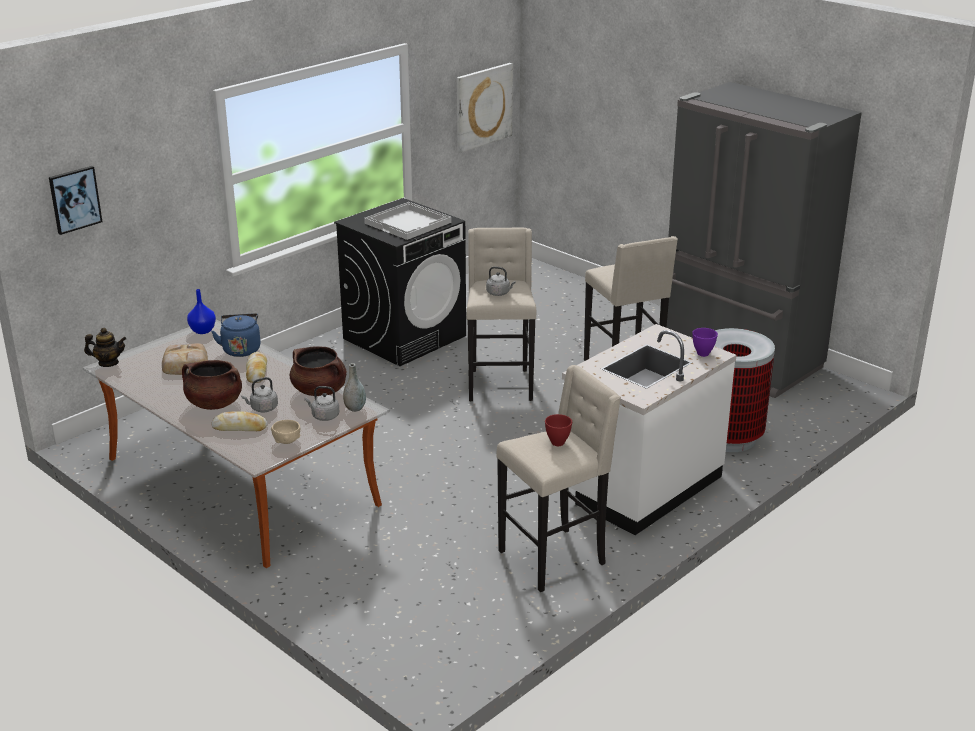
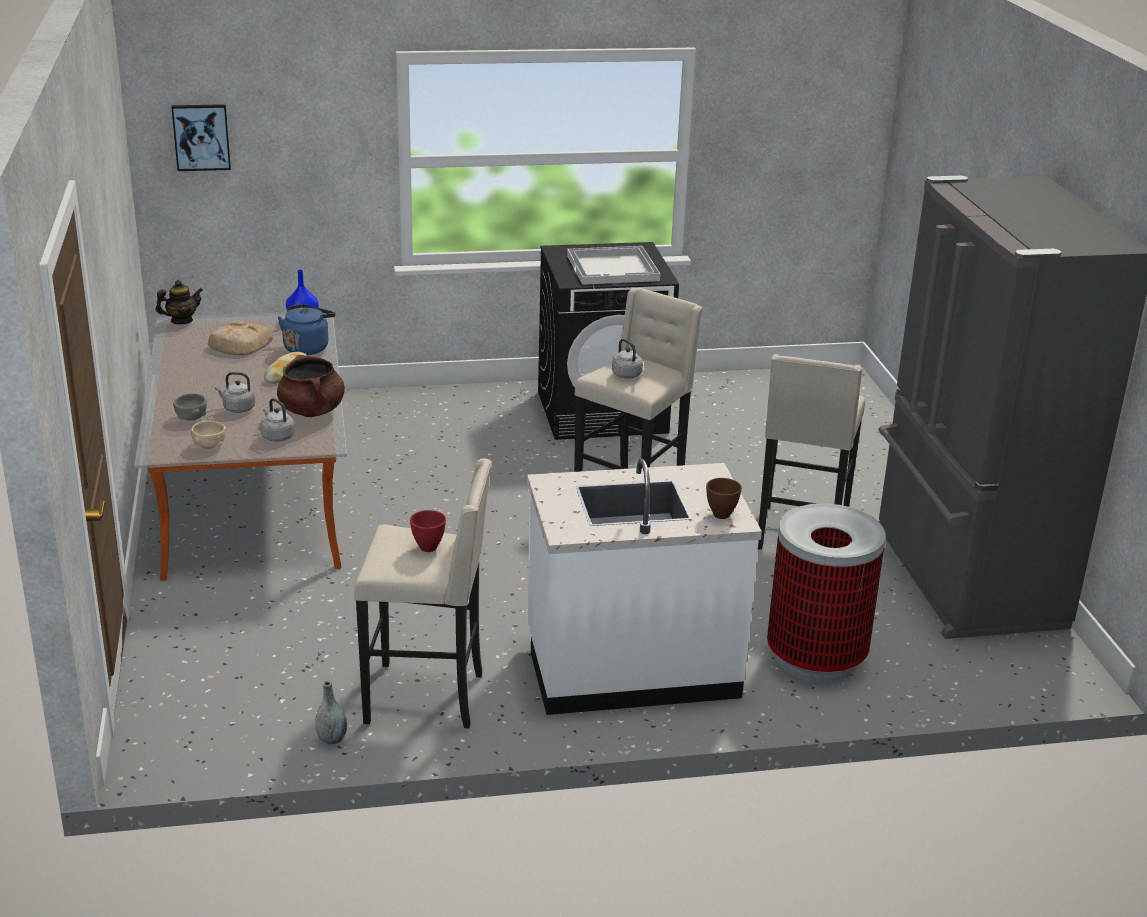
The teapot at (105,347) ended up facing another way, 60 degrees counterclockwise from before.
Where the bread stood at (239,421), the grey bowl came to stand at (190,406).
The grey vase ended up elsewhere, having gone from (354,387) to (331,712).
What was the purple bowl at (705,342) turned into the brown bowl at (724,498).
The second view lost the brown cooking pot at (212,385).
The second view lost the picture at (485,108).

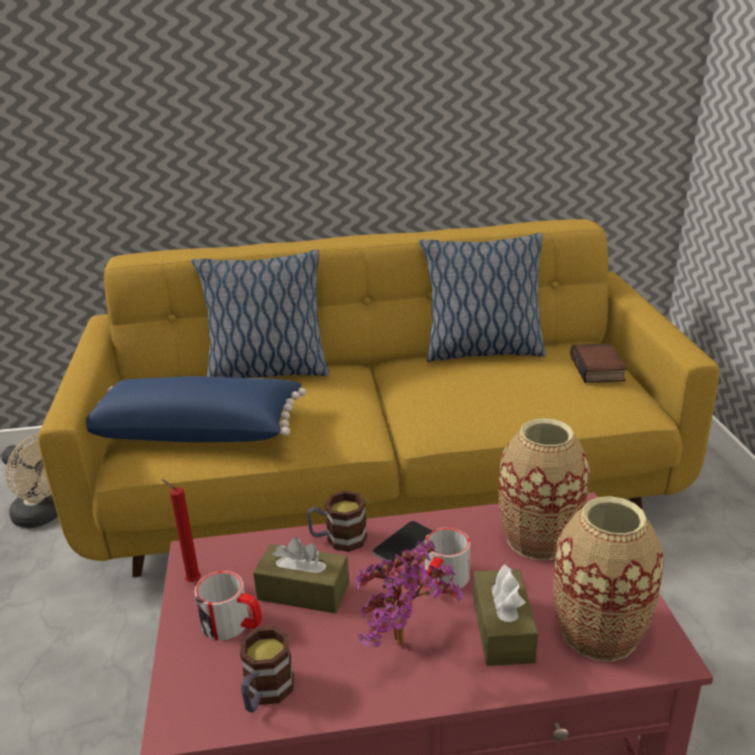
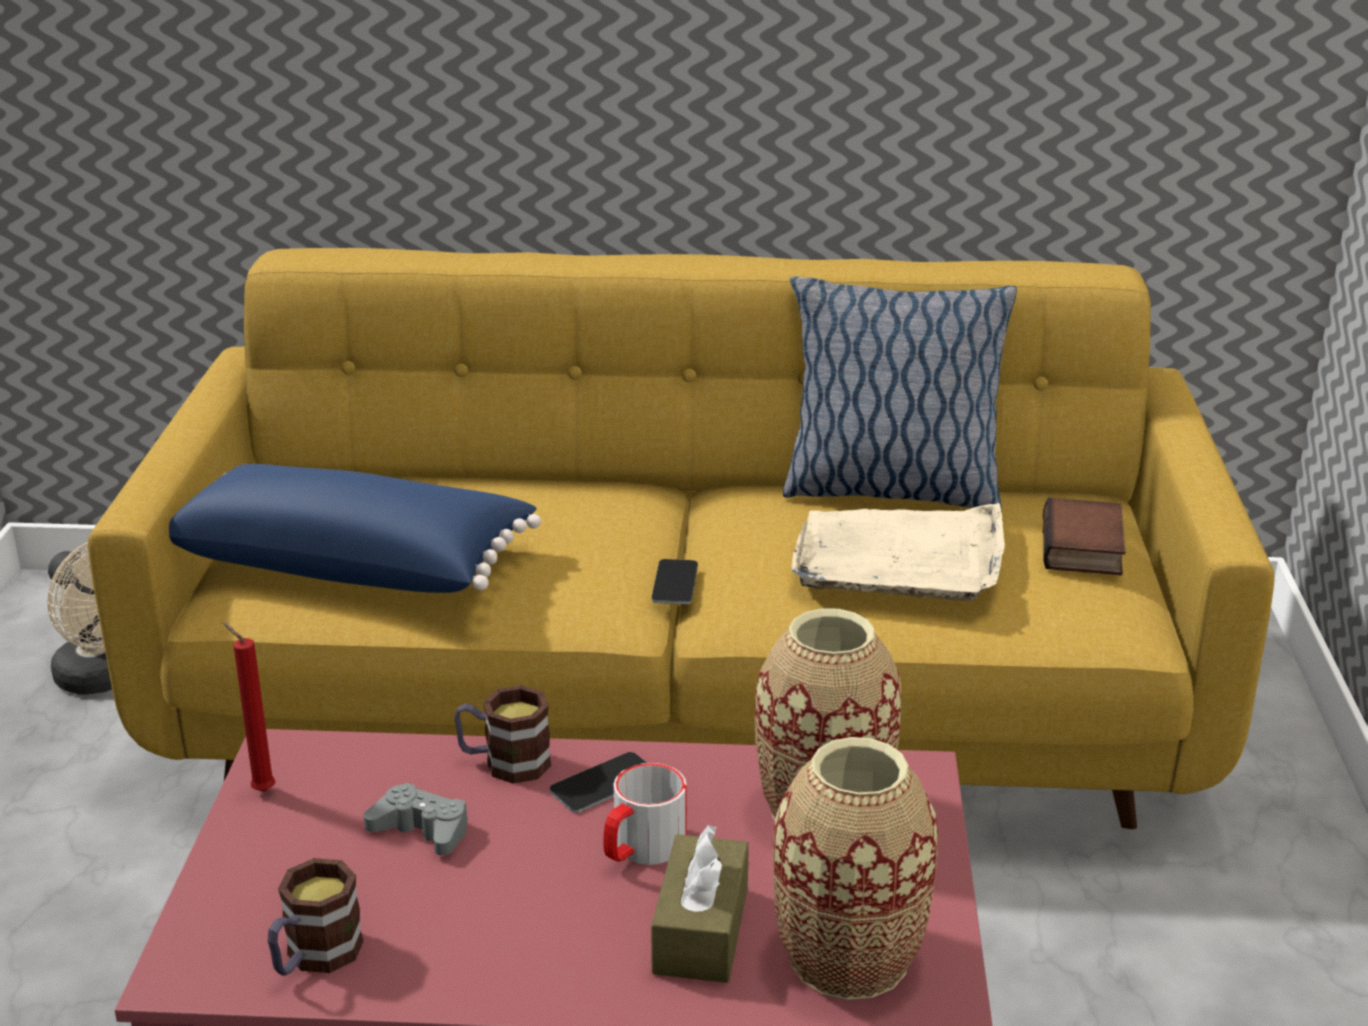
Where the brown tissue box stood at (301,575), the grey game controller came to stand at (416,819).
The second view gained the phone at (674,581).
The second view gained the beige tray at (898,552).
The second view lost the pillow at (260,314).
The second view lost the mug at (228,605).
The second view lost the potted plant at (409,594).

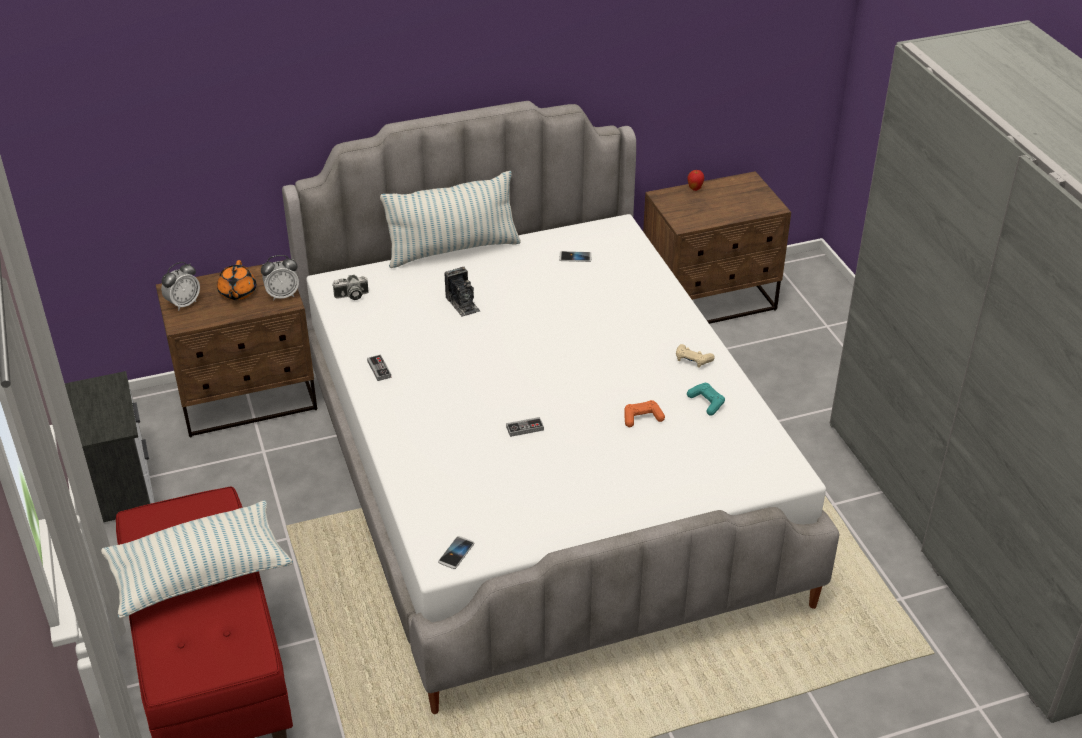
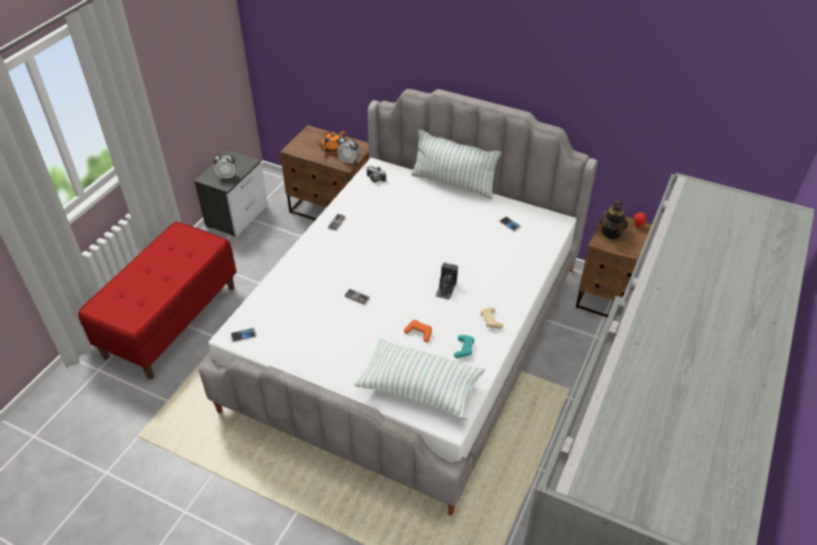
The alarm clock ended up elsewhere, having gone from (180,286) to (225,165).
The pillow ended up elsewhere, having gone from (197,559) to (419,379).
The photo camera ended up elsewhere, having gone from (462,292) to (446,281).
The second view gained the teapot at (613,219).

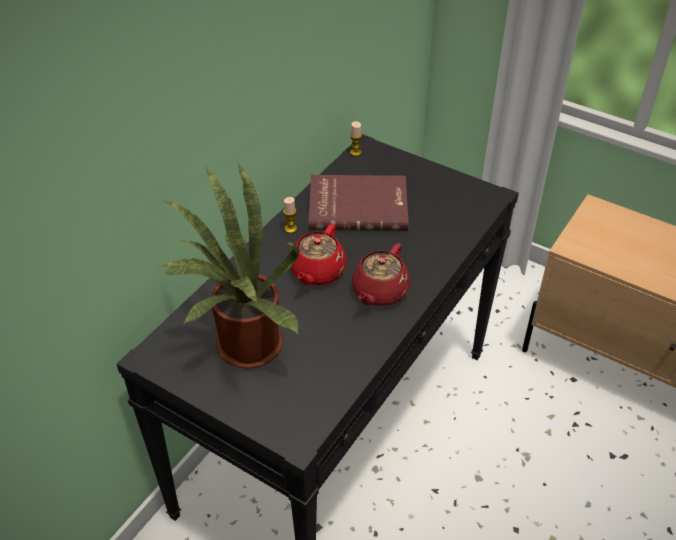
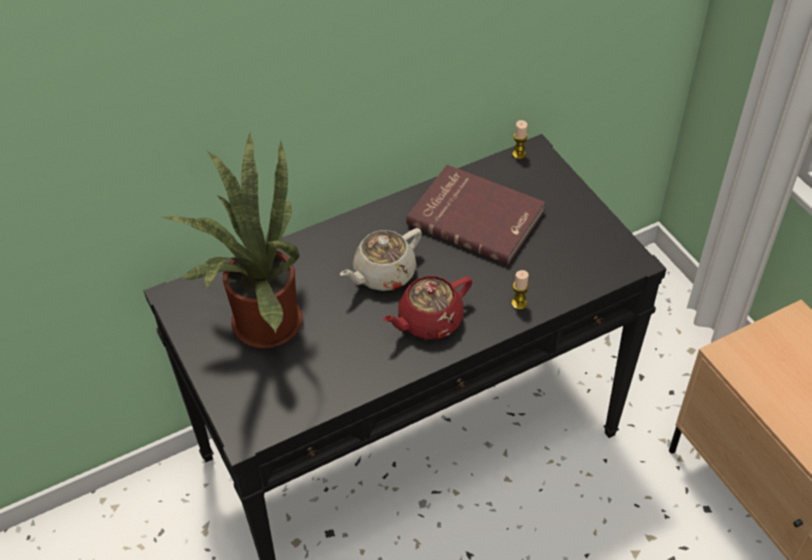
What was the red teapot at (319,254) turned into the beige teapot at (381,259).
The candle ended up elsewhere, having gone from (290,215) to (520,290).

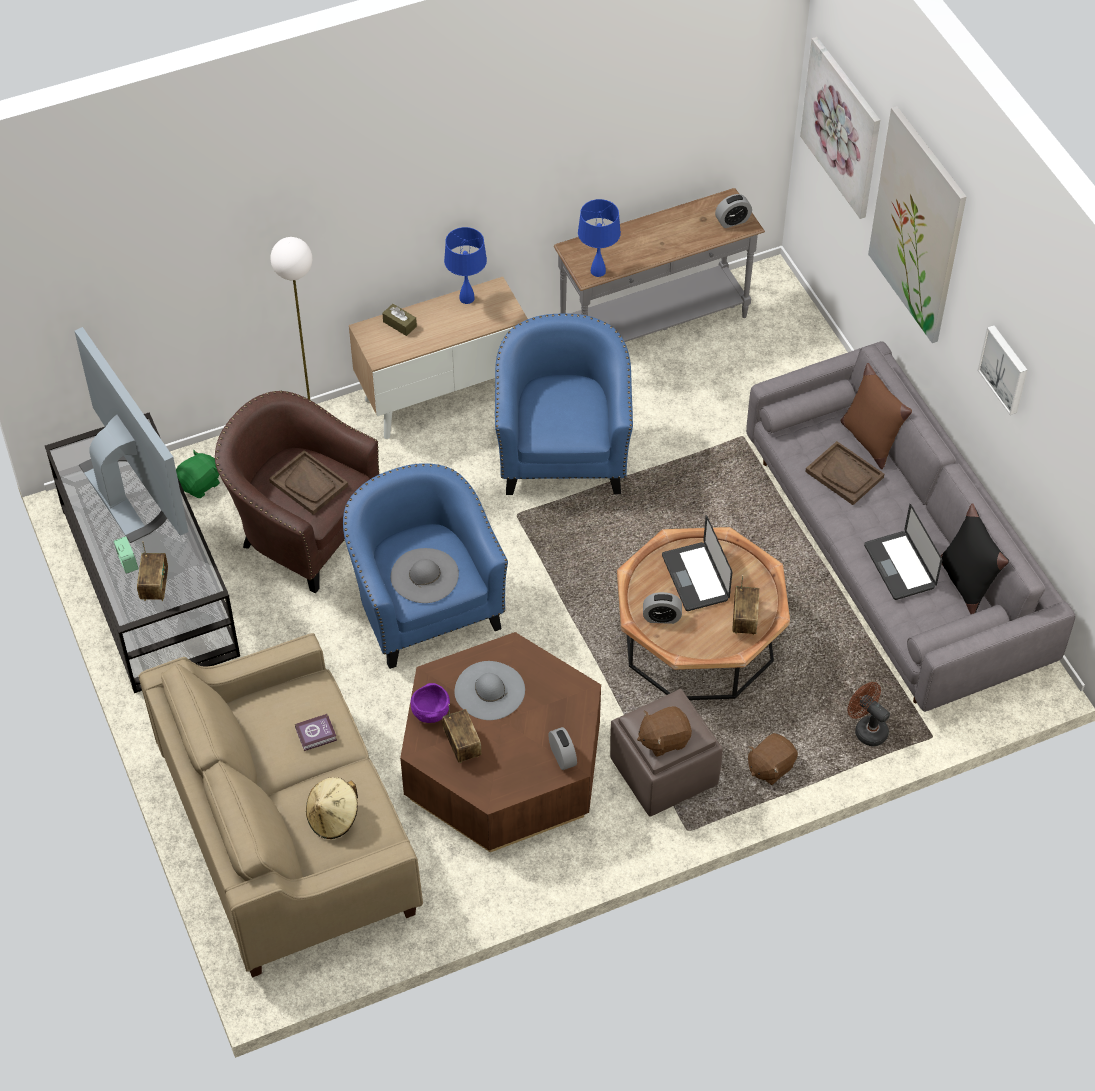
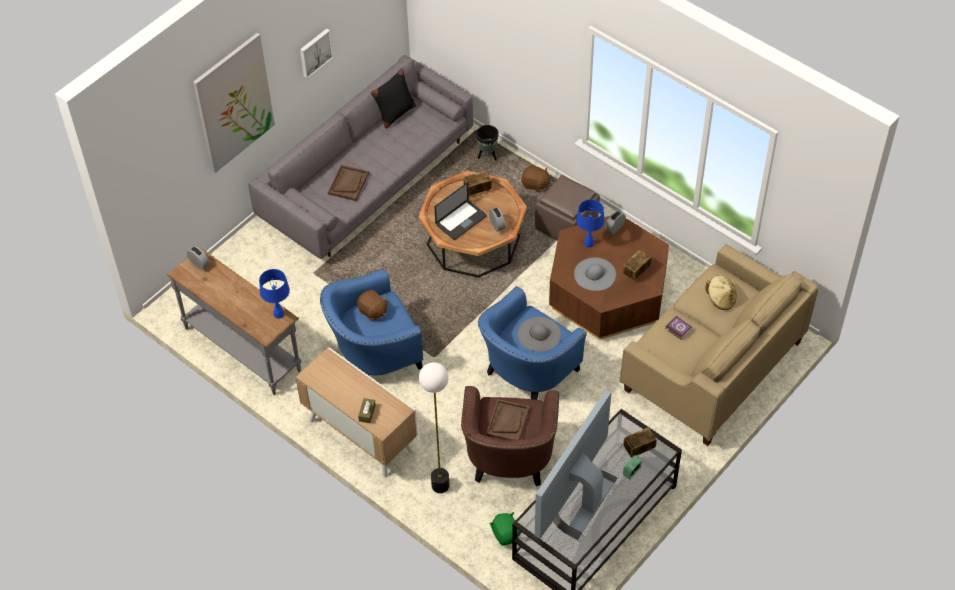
The brown plush toy ended up elsewhere, having gone from (664,731) to (371,306).
Where the brown fan stood at (869,714), the black planter came to stand at (487,143).
The green plush toy at (198,474) ended up facing another way, 45 degrees clockwise from before.
The blue table lamp ended up elsewhere, having gone from (465,265) to (590,223).
The second view lost the purple bowl at (430,703).
The second view lost the picture at (840,128).
The second view lost the brown pillow at (876,416).
The second view lost the laptop at (903,552).

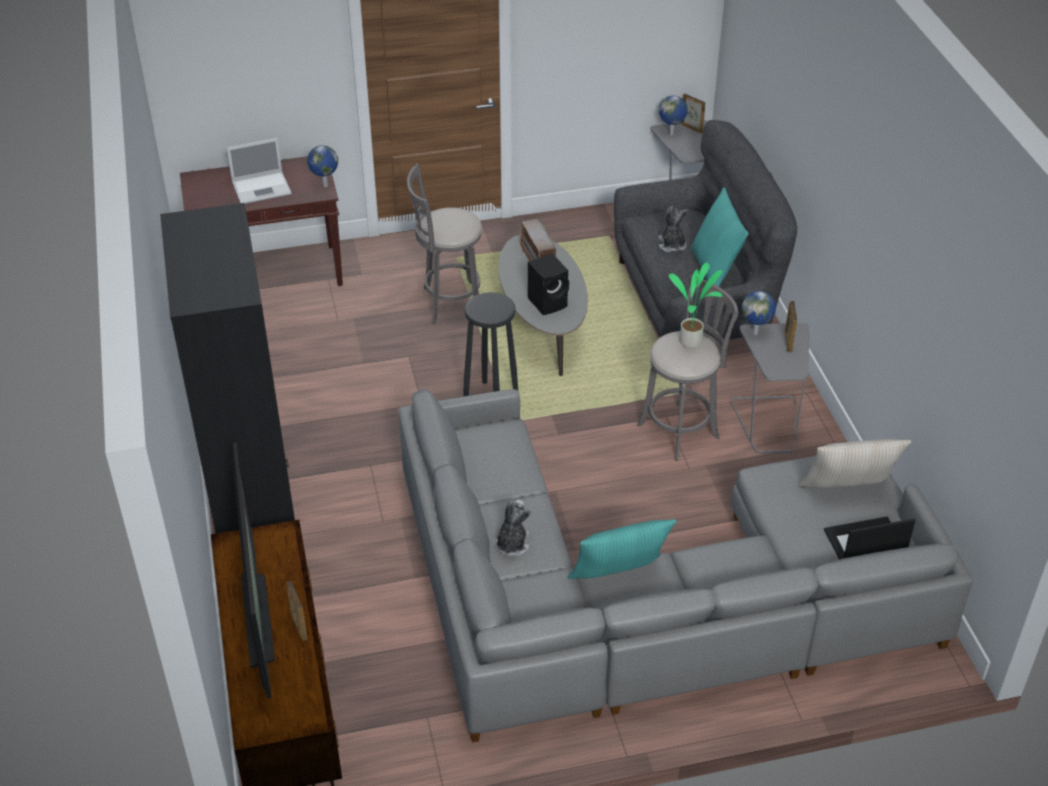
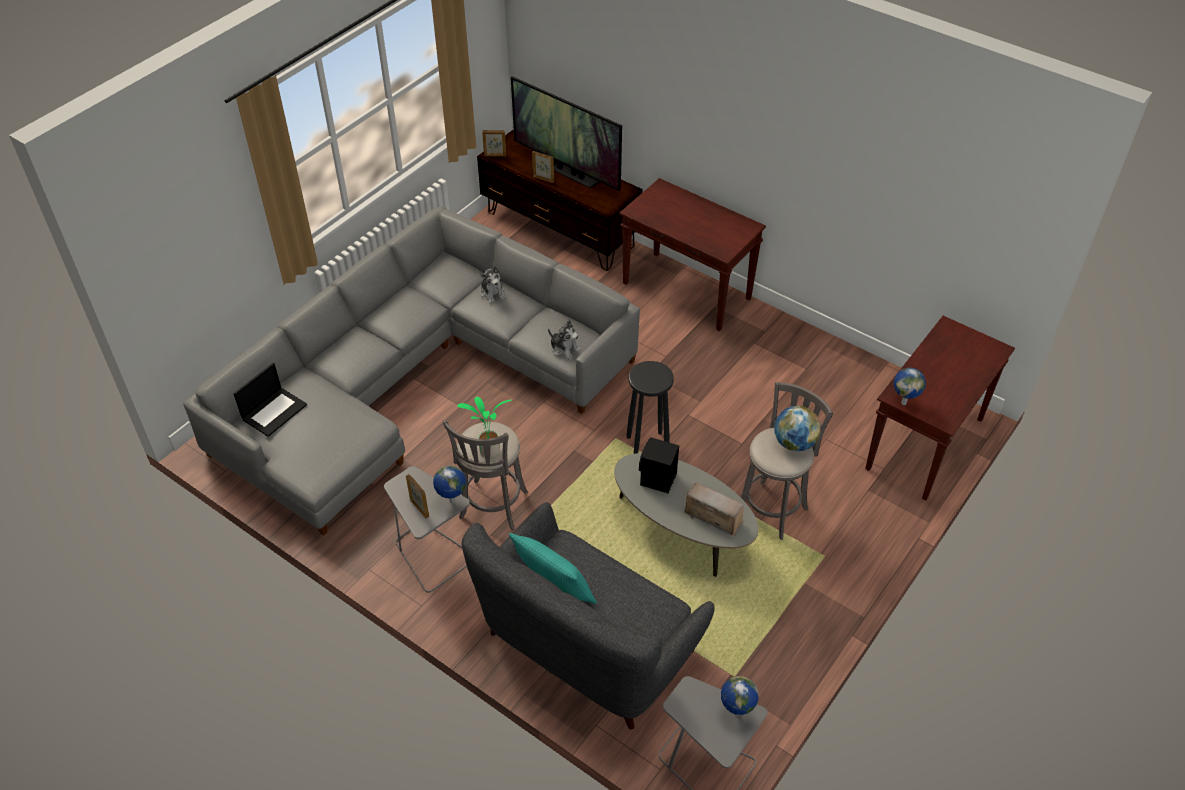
The picture frame ended up elsewhere, having gone from (692,113) to (494,143).
The plush toy ended up elsewhere, having gone from (673,229) to (564,340).
Where the black bookcase stood at (227,368), the brown console table came to stand at (692,254).
The second view gained the globe at (797,428).
The second view lost the laptop at (259,171).
The second view lost the turquoise pillow at (622,549).
The second view lost the beige pillow at (855,463).

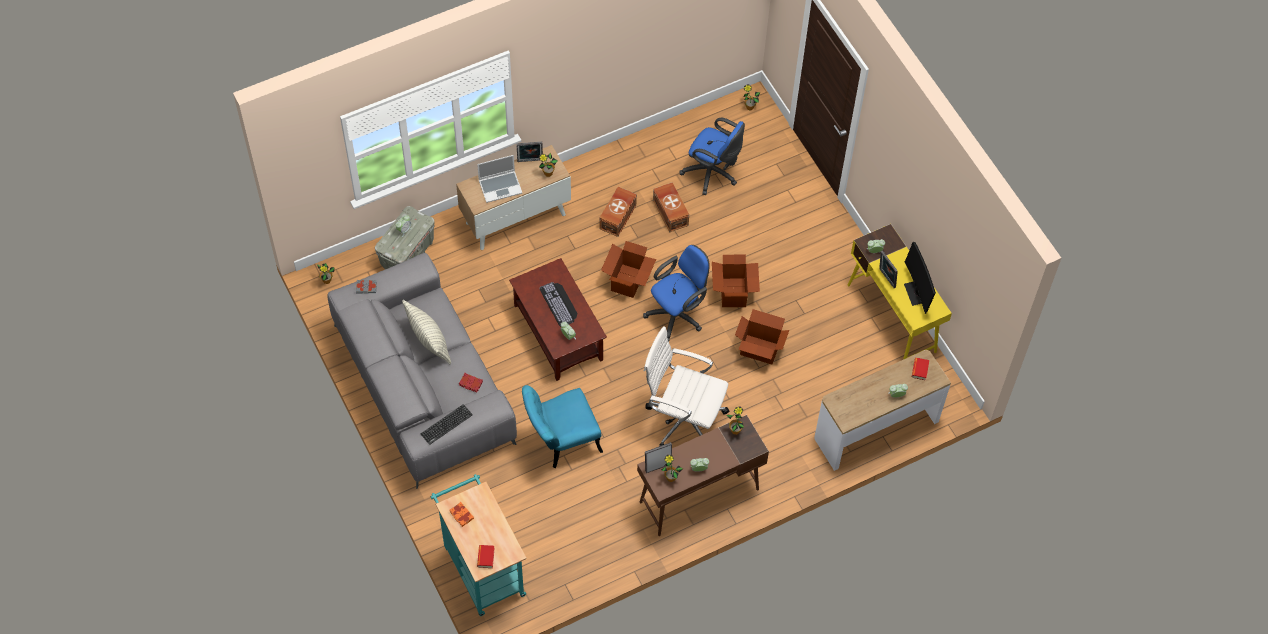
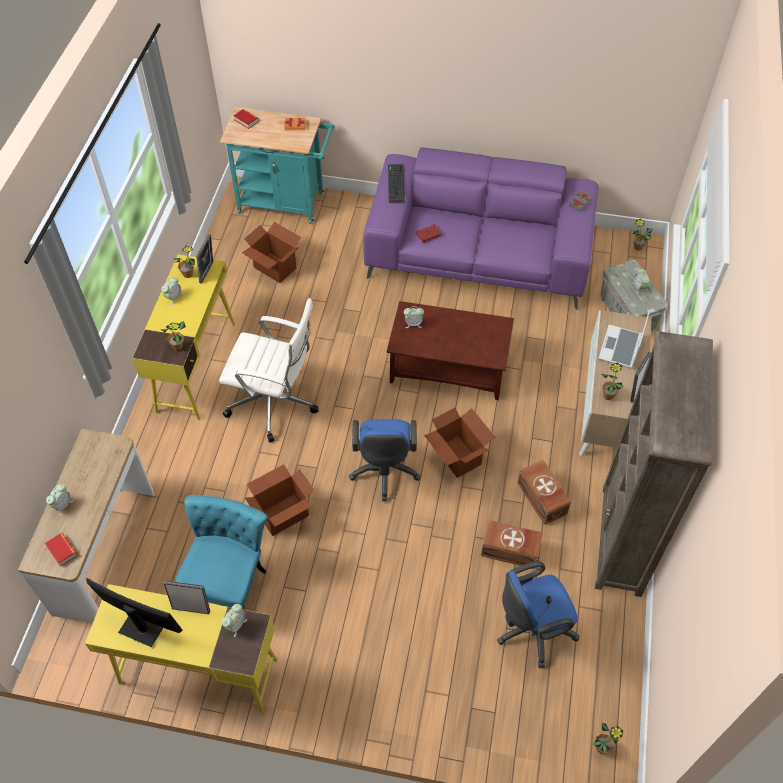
What was the brown desk at (703,475) turned into the yellow desk at (183,337).
The turquoise chair ended up elsewhere, having gone from (562,426) to (221,552).
The white office chair at (687,386) ended up facing another way, 45 degrees clockwise from before.
The cardboard box ended up elsewhere, having gone from (736,281) to (271,252).
What was the grey sofa at (422,371) turned into the purple sofa at (481,229).
The second view gained the brown bookcase at (654,464).
The second view lost the pillow at (426,332).
The second view lost the keyboard at (558,304).

